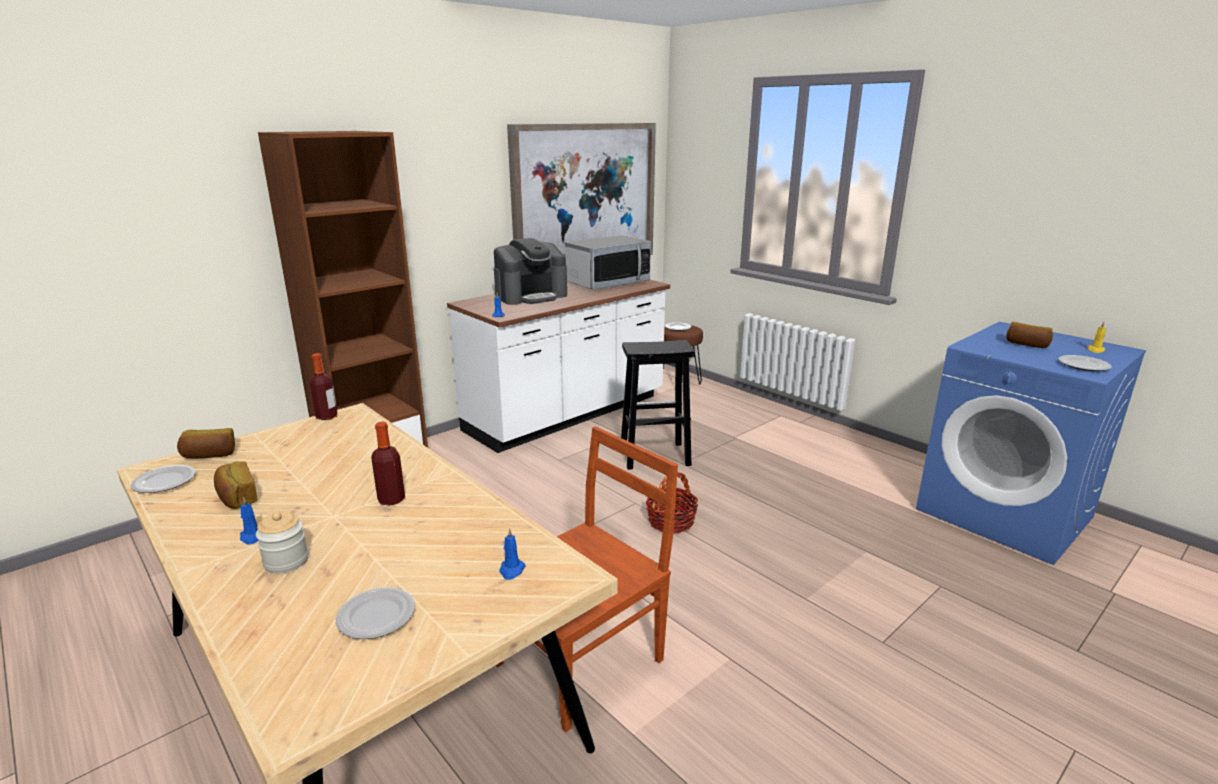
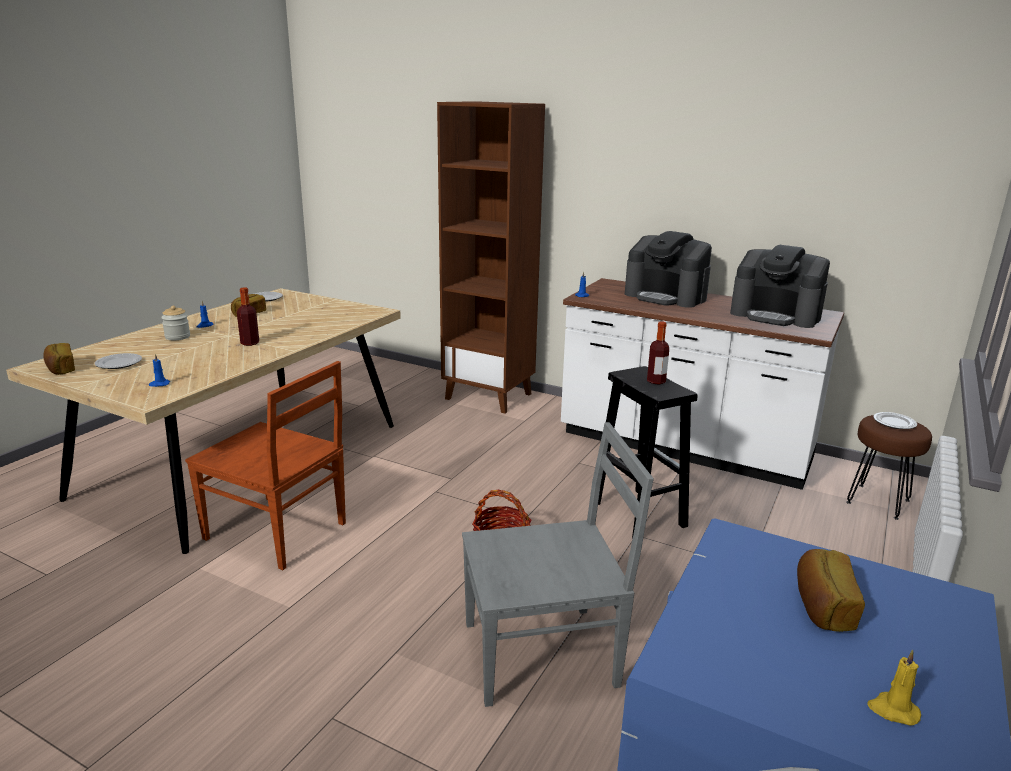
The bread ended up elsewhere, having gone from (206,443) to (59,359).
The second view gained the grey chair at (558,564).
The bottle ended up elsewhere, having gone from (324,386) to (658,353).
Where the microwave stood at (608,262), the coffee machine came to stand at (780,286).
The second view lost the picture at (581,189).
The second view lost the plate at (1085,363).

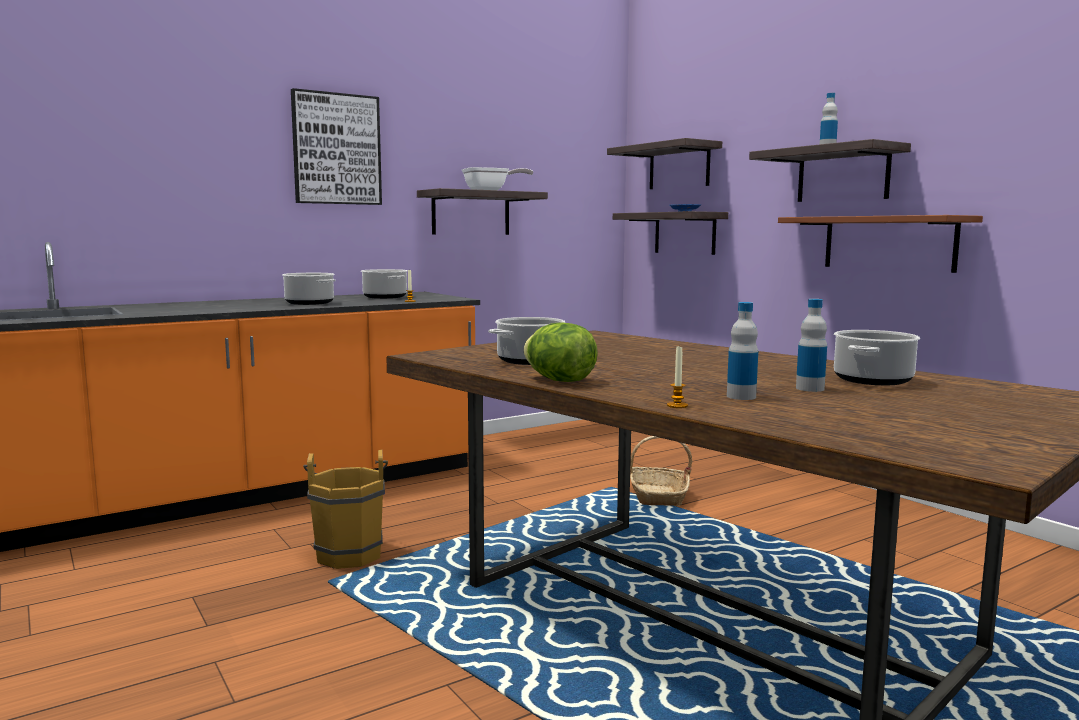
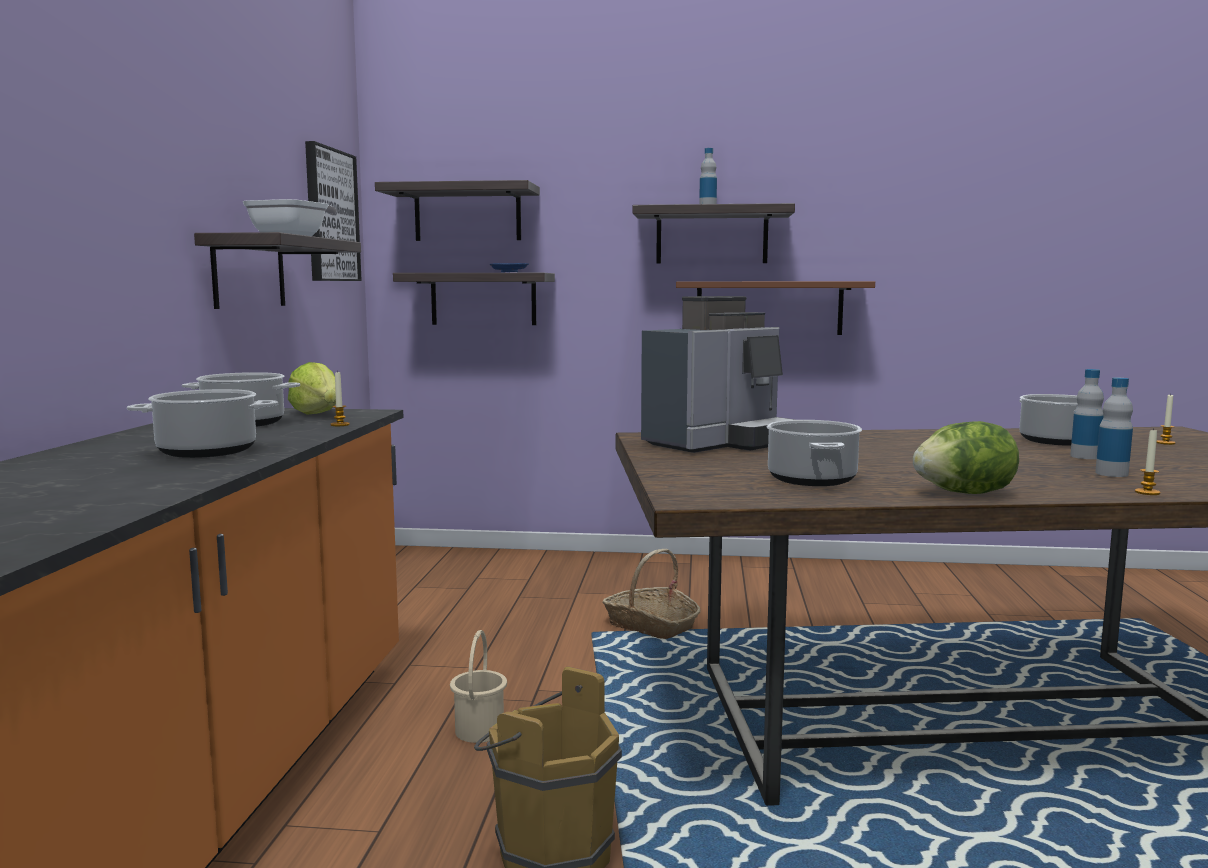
The second view gained the lettuce at (312,388).
The picture ended up elsewhere, having gone from (336,146) to (333,211).
The second view gained the beige bucket at (478,686).
The second view gained the coffee machine at (718,374).
The second view gained the candle at (1166,419).

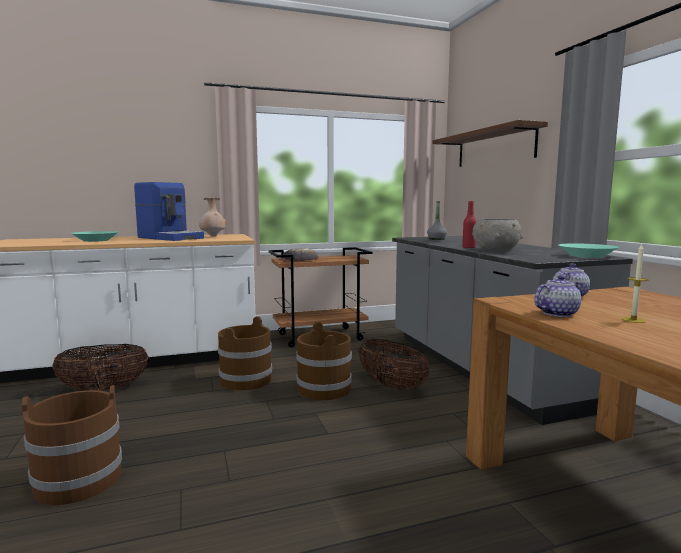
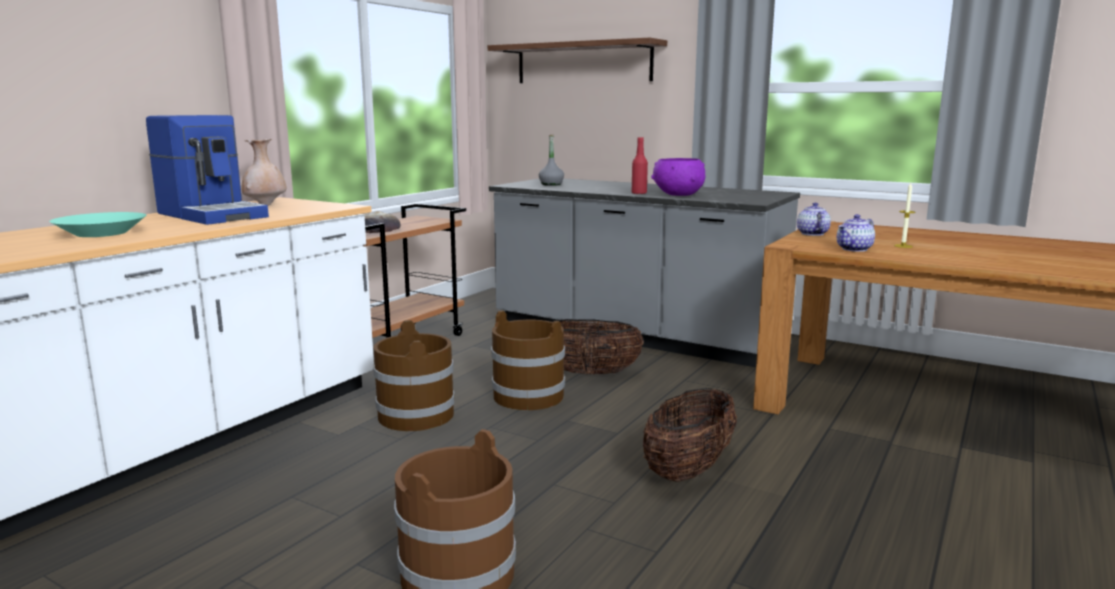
The coffee machine at (169,211) ended up facing another way, 45 degrees clockwise from before.
The basket ended up elsewhere, having gone from (100,367) to (690,435).
What was the grey bowl at (497,235) turned into the purple bowl at (678,177).
The teapot at (558,296) ended up facing another way, 150 degrees counterclockwise from before.
The second view lost the turquoise bowl at (589,250).

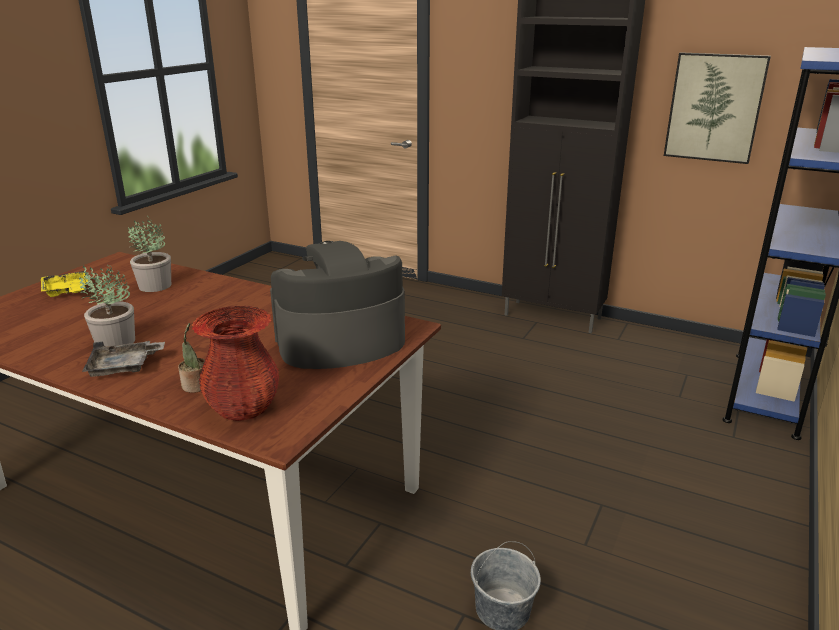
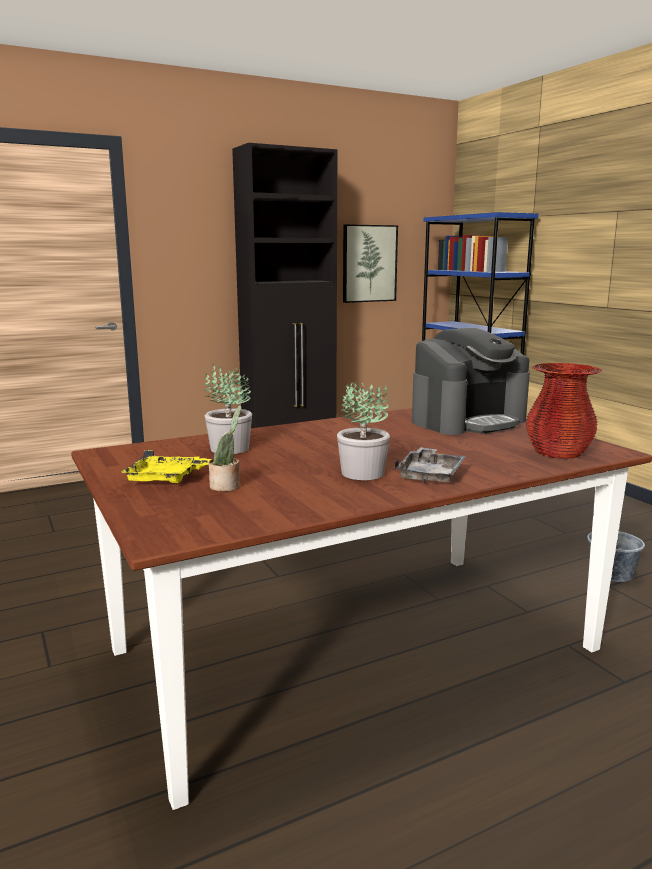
The potted plant ended up elsewhere, having gone from (191,358) to (224,448).
The coffee machine at (337,305) ended up facing another way, 135 degrees counterclockwise from before.

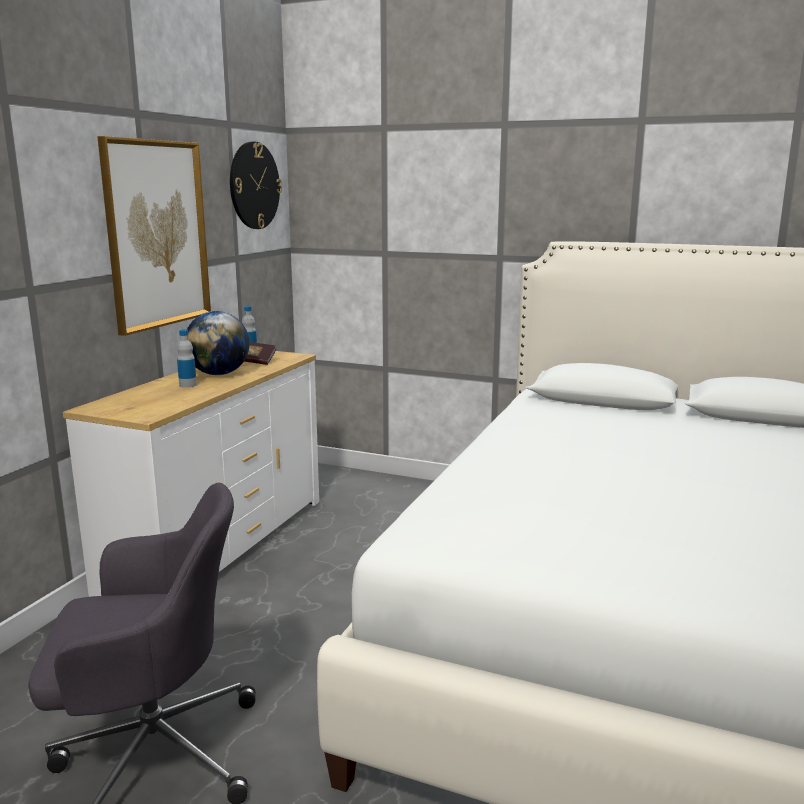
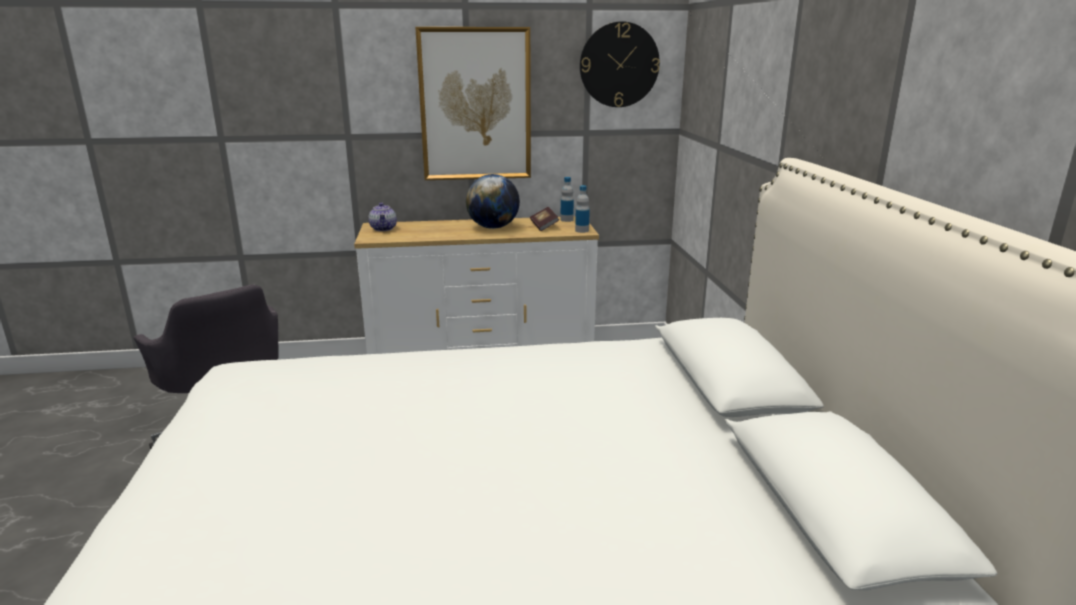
The second view gained the teapot at (382,217).
The bottle ended up elsewhere, having gone from (187,358) to (582,209).

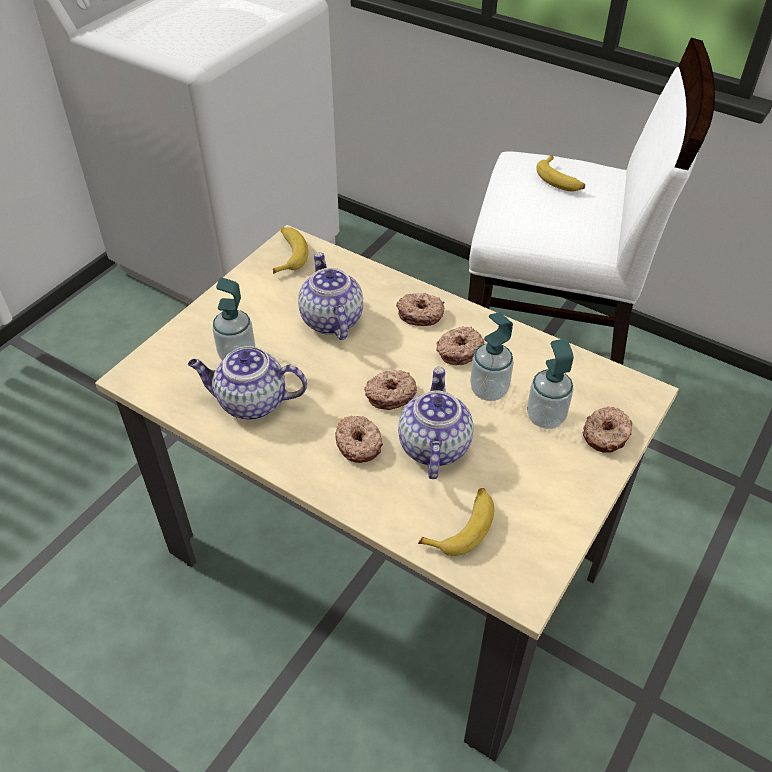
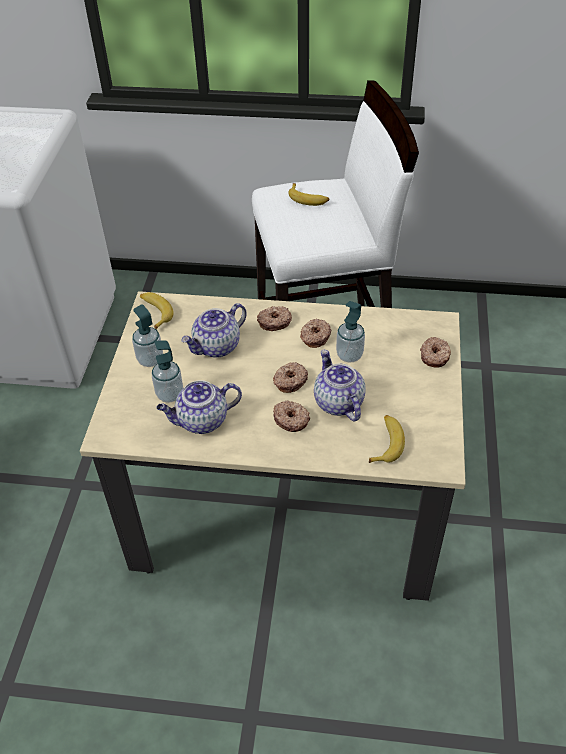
The soap dispenser ended up elsewhere, having gone from (550,384) to (147,336).
The teapot at (330,296) ended up facing another way, 90 degrees counterclockwise from before.

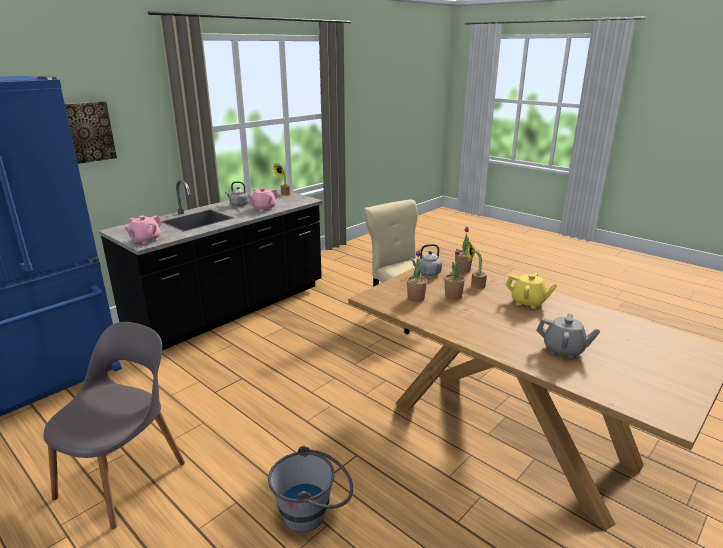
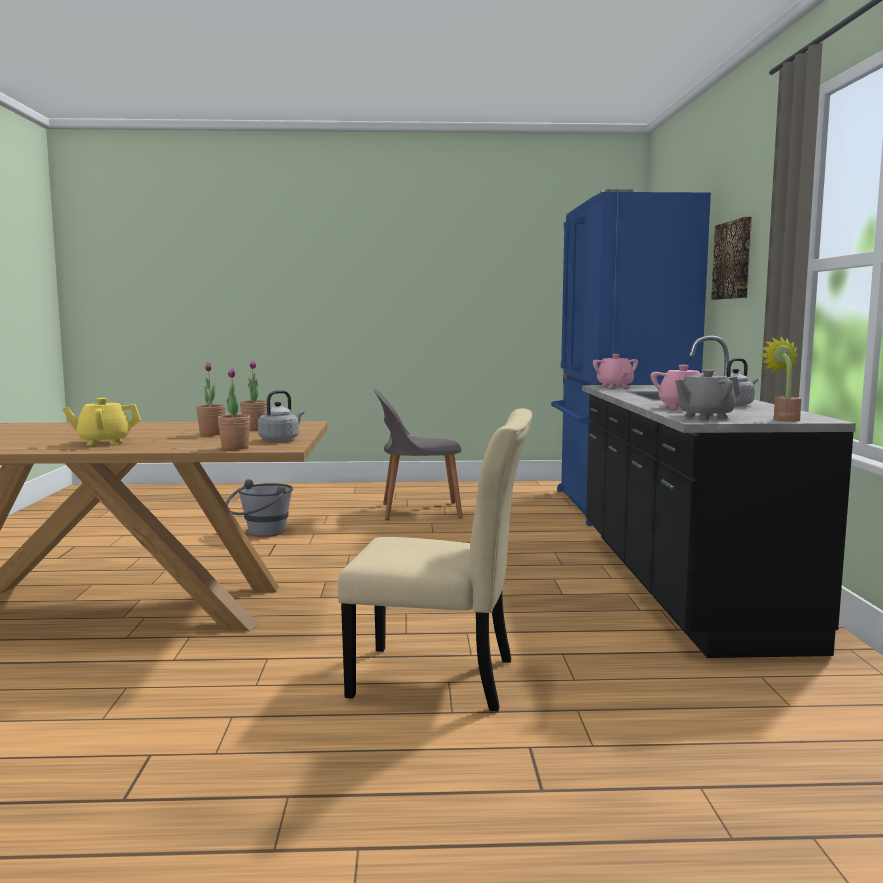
The grey chair at (114,425) ended up facing another way, 105 degrees clockwise from before.
The grey teapot ended up elsewhere, having gone from (568,336) to (707,394).
The second view lost the potted plant at (476,265).

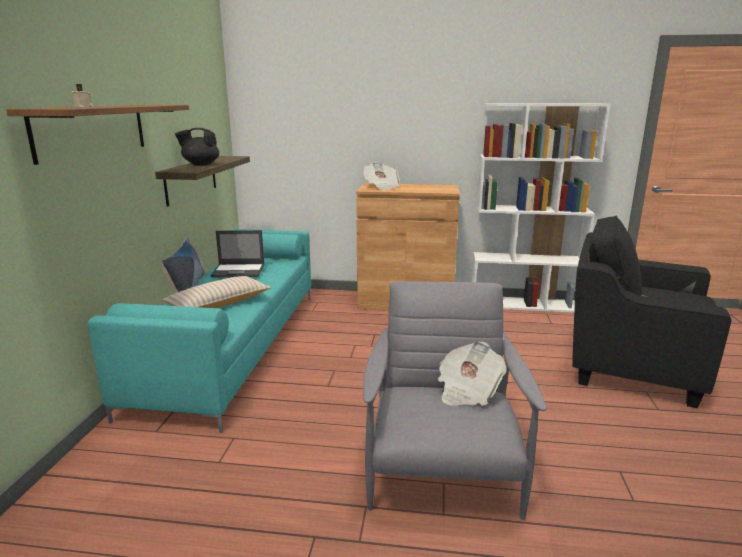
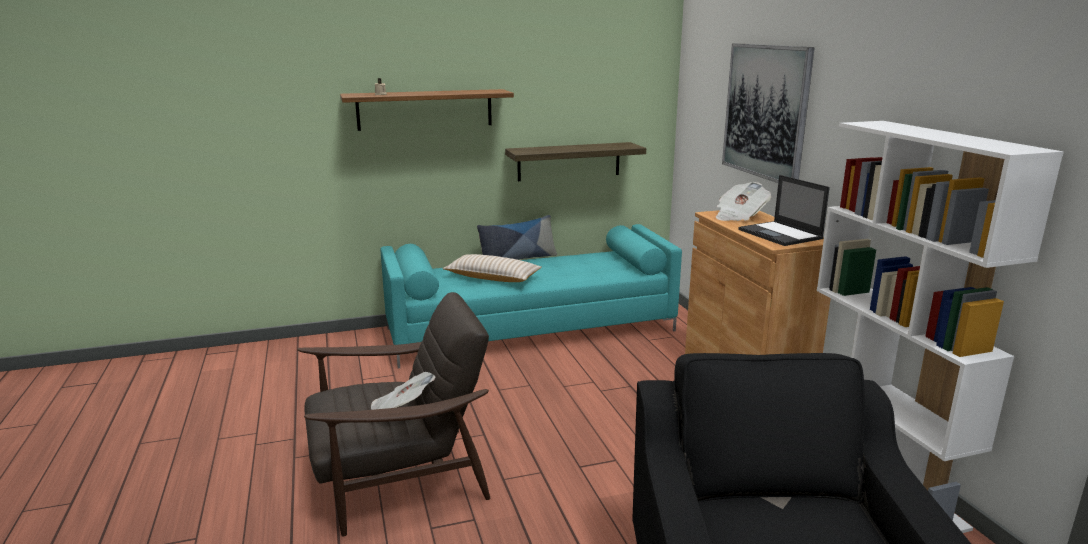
What was the grey armchair at (455,400) turned into the brown armchair at (393,414).
The second view gained the picture at (768,113).
The laptop ended up elsewhere, having gone from (237,253) to (784,210).
The second view lost the black teapot at (197,147).

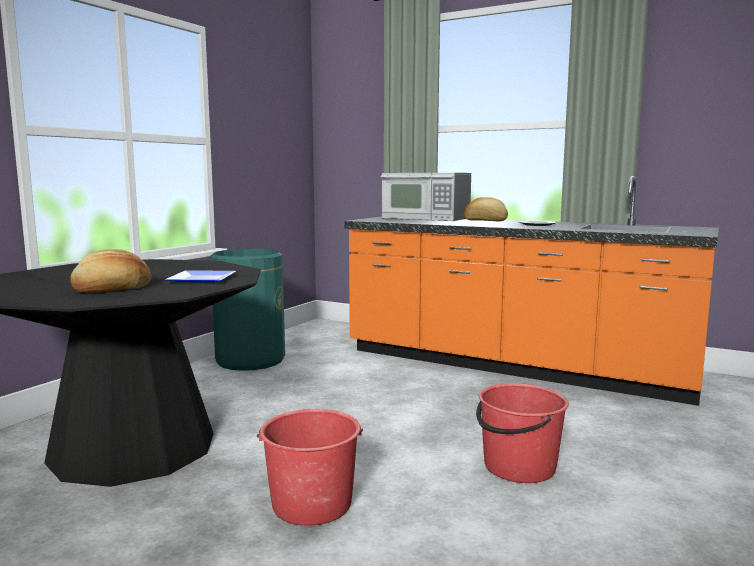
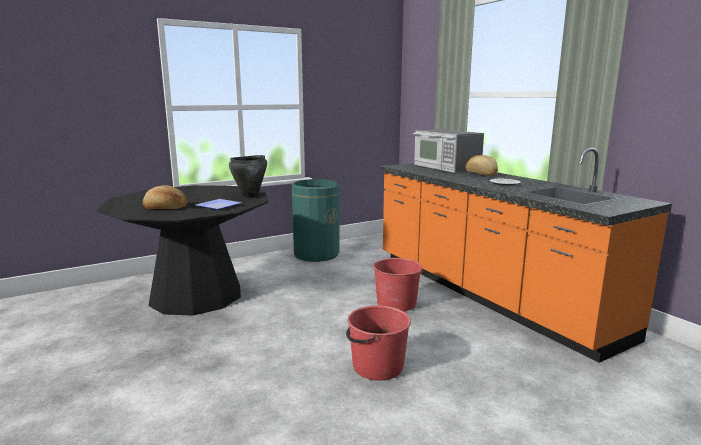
The second view gained the black cooking pot at (248,176).
The red bucket ended up elsewhere, having gone from (310,467) to (398,284).

